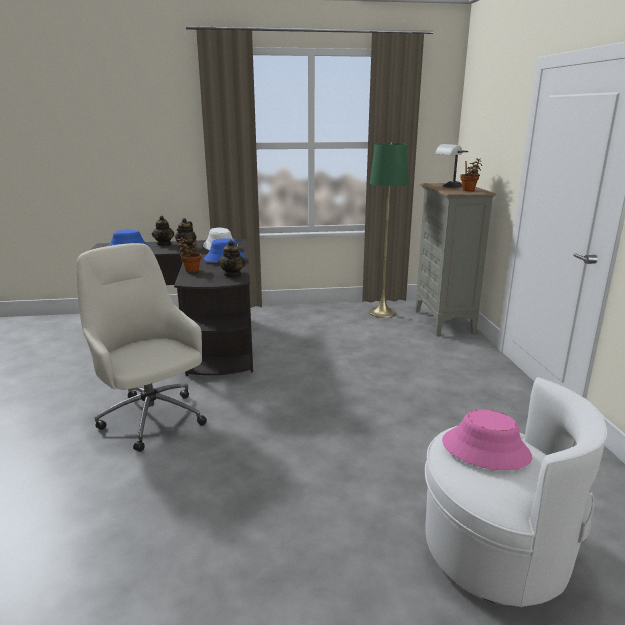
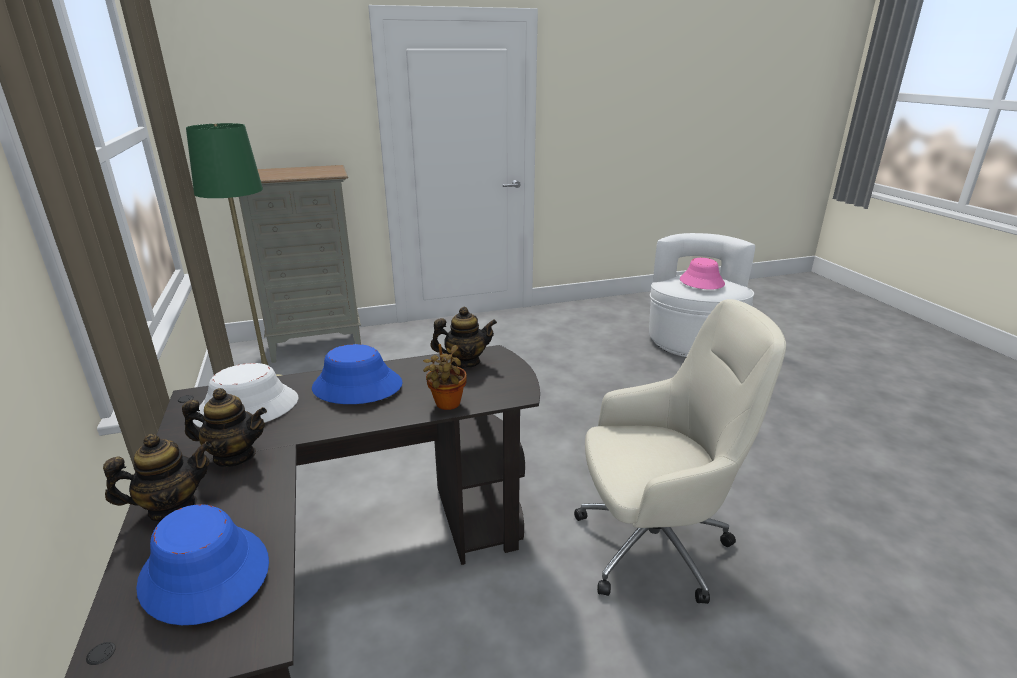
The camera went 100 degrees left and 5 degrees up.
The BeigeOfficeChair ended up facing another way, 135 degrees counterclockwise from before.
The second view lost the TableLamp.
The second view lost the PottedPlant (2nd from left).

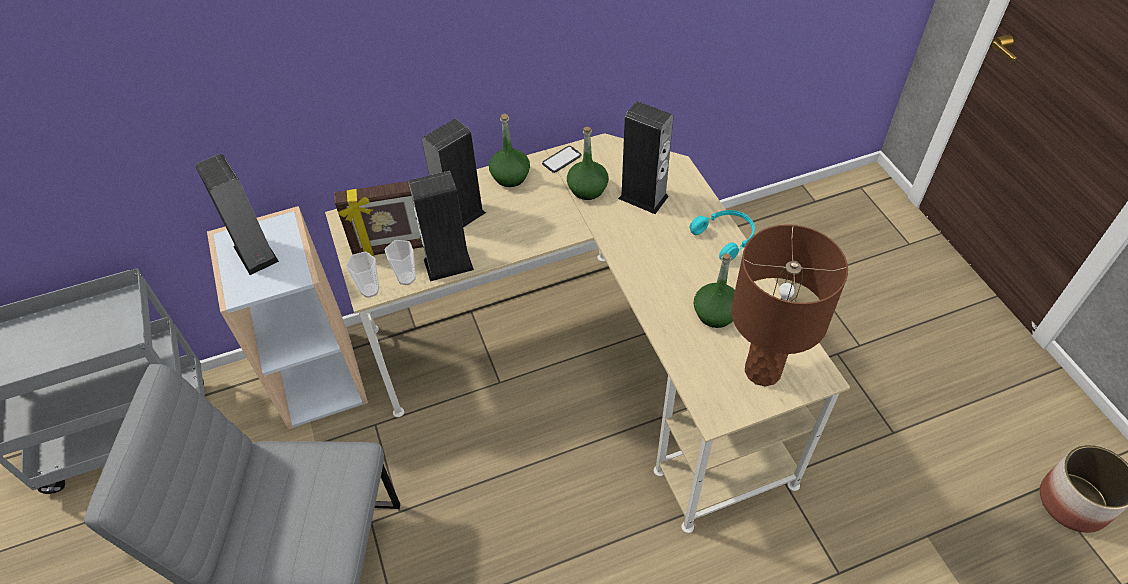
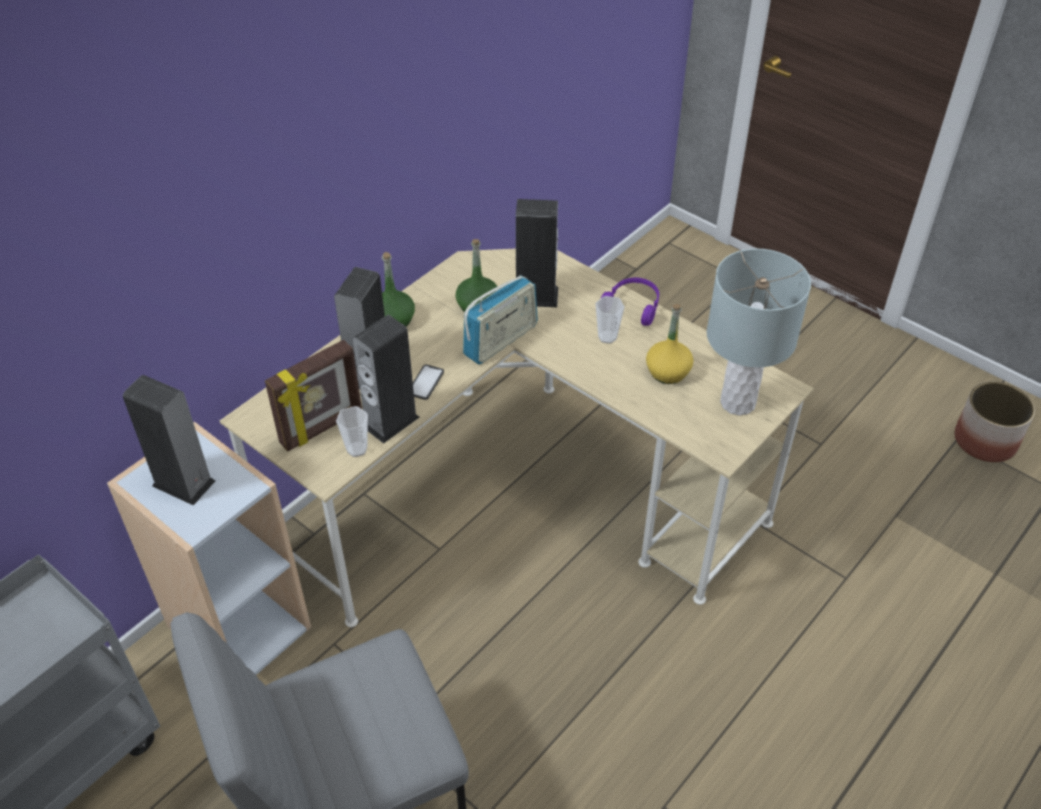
The camera went 30 degrees left and 5 degrees down.
The Cup (1st from left in the first image) ended up elsewhere.
The Phone ended up elsewhere.
What was the TurquoiseHeadphones turned into the PurpleHeadphones.
What was the GreenBottle (3rd from left) turned into the YellowBottle.
What was the BrownTableLamp turned into the GreyTableLamp.
The second view gained the Radio.

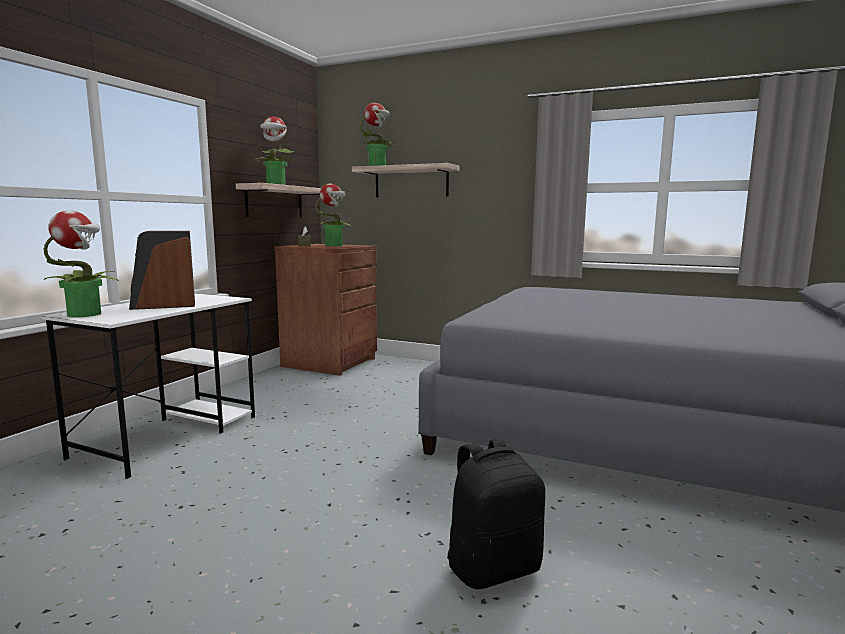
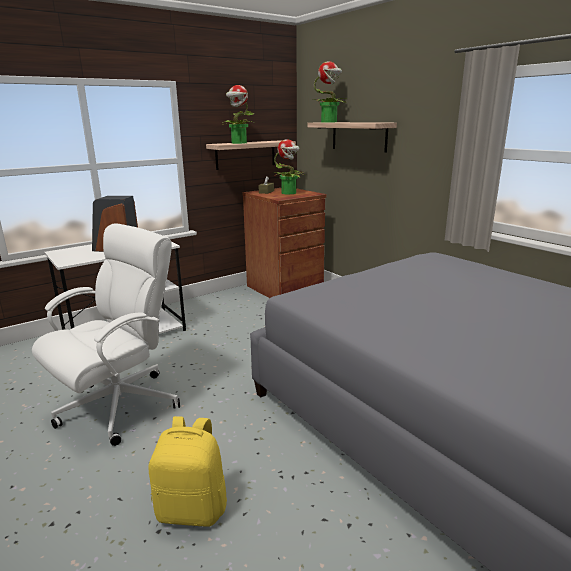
The camera went 30 degrees right and 10 degrees up.
The second view lost the PottedPlant (1st from left).
What was the BlackBackpack turned into the YellowBackpack.
The second view gained the WhiteOfficeChair.

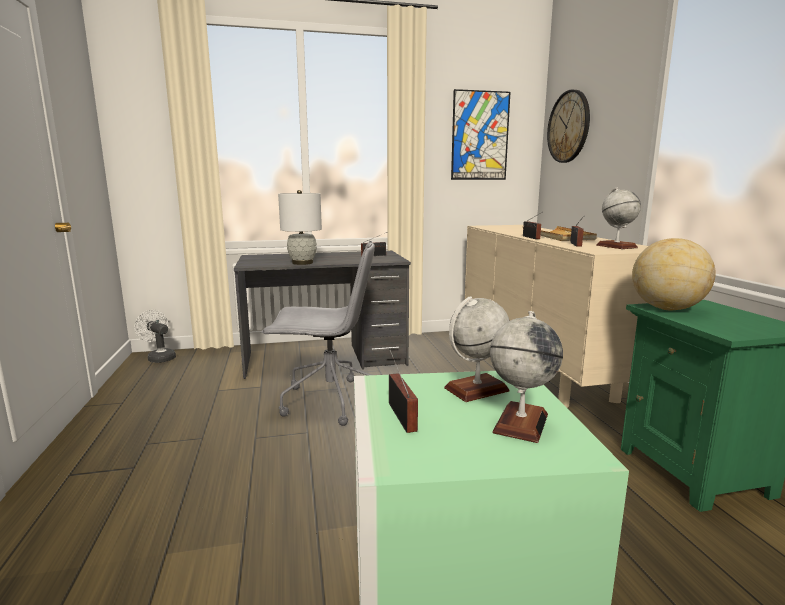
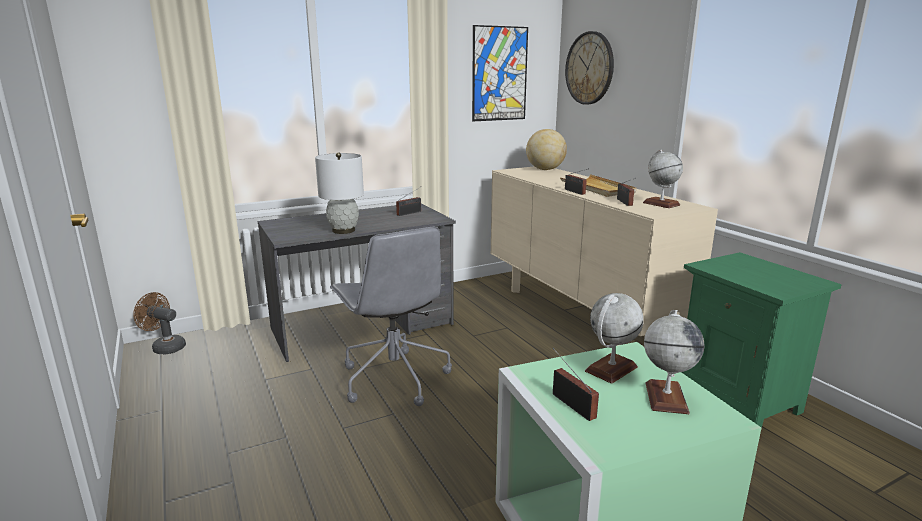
The camera went 15 degrees left and 5 degrees up.
What was the WhiteFan turned into the BrownFan.
The GreyOfficeChair ended up facing another way, 75 degrees clockwise from before.
The Globe (4th from left in the first image) ended up elsewhere.

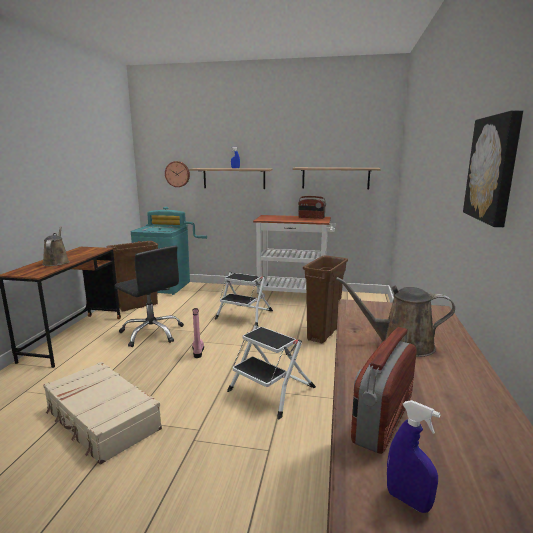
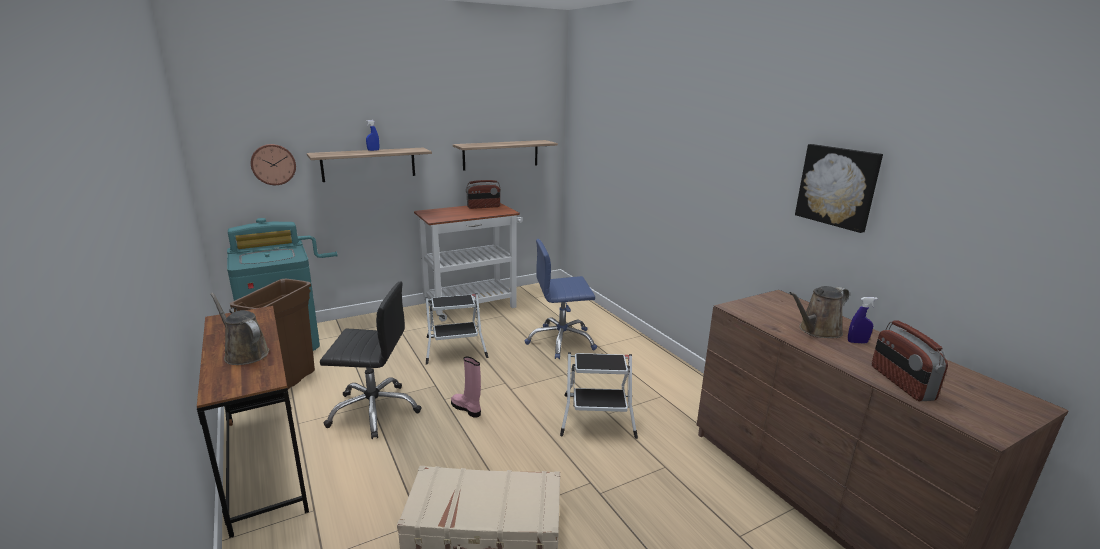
The camera went 40 degrees left and 5 degrees up.
Where the BrownTrashCan (2nd from left) stood, the BlueOfficeChair came to stand.
The BlueSprayBottle (2nd from left) ended up elsewhere.

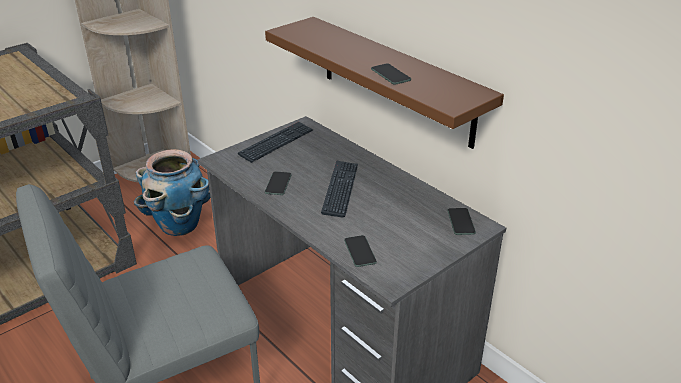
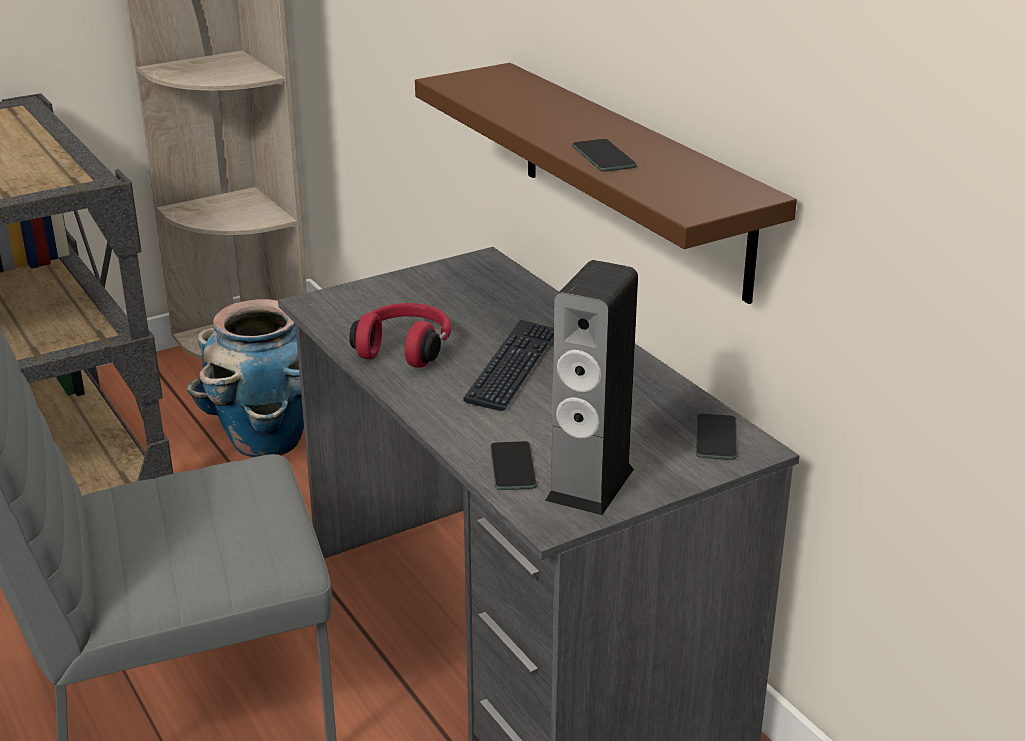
The camera went 10 degrees right and 5 degrees down.
The second view lost the Keyboard (1st from left).
Where the Phone (1st from left) stood, the RedHeadphones came to stand.
The second view gained the Speaker.

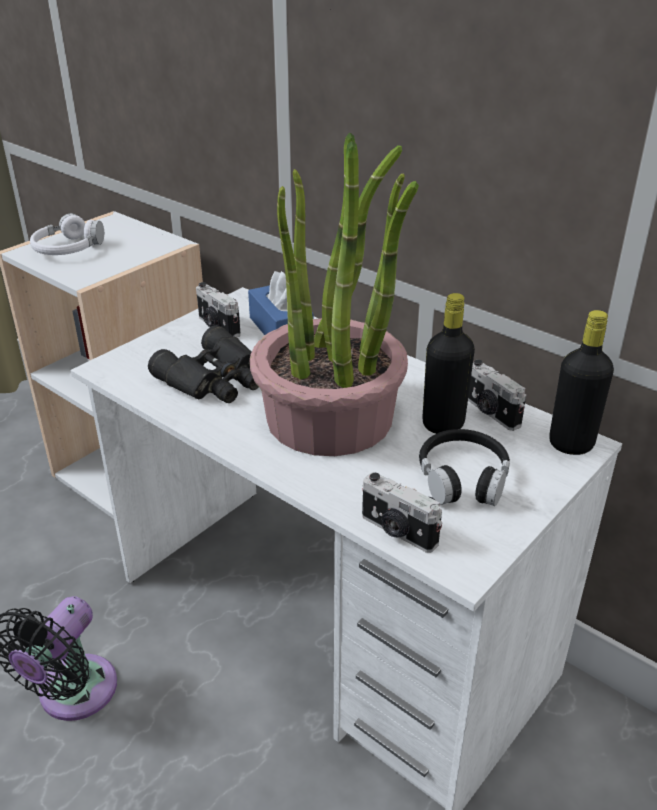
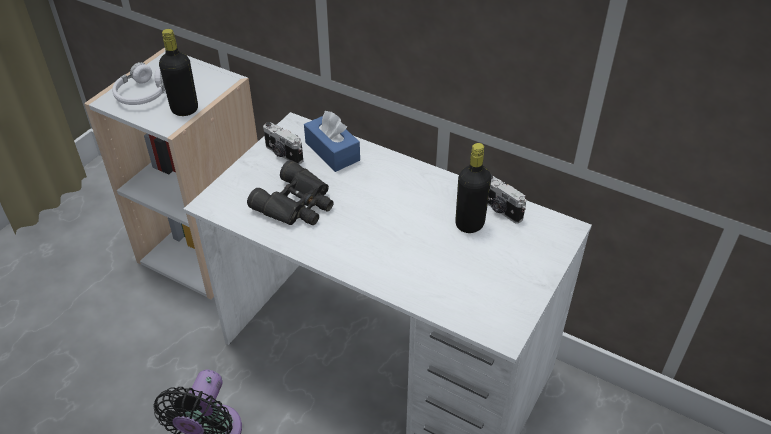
The camera went 10 degrees left and 10 degrees up.
The second view lost the PottedPlant.
The second view lost the PhotoCamera (2nd from left).
The second view lost the BlackHeadphones.
The BlackBottle (2nd from left in the first image) ended up elsewhere.

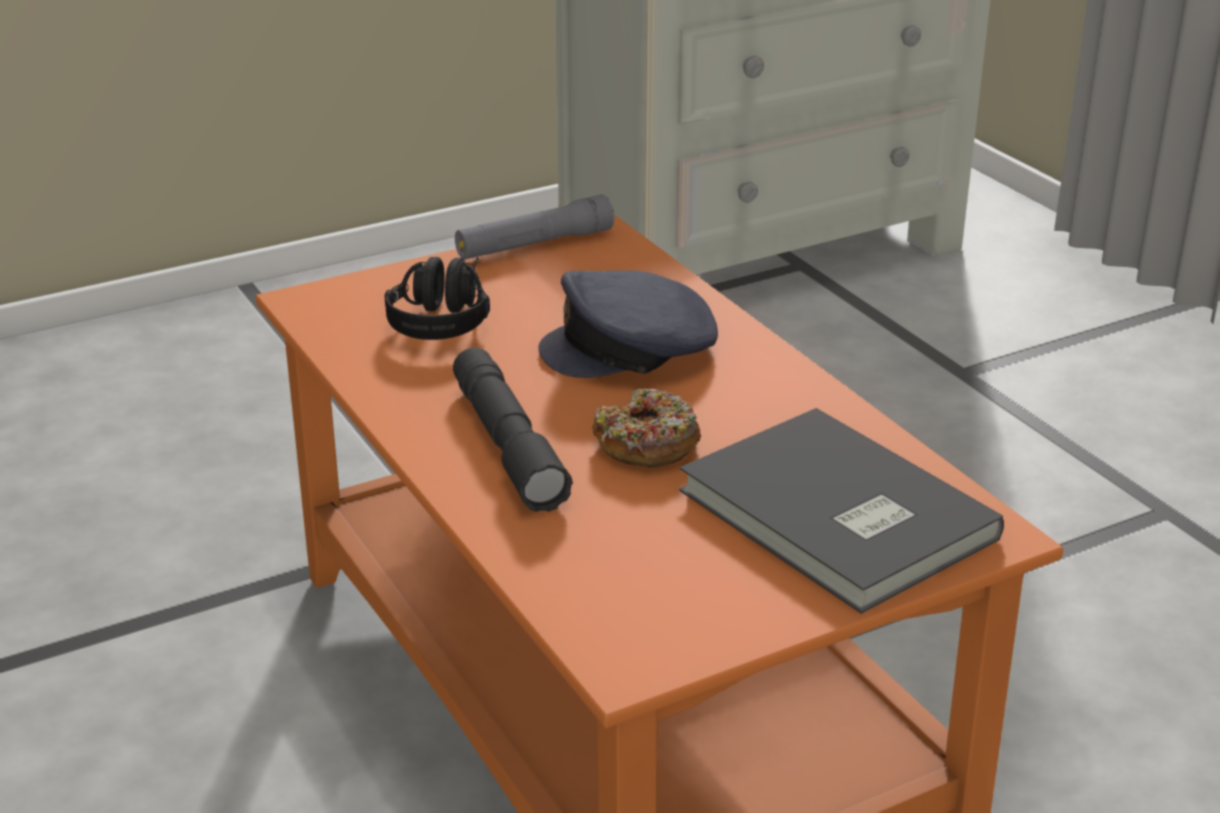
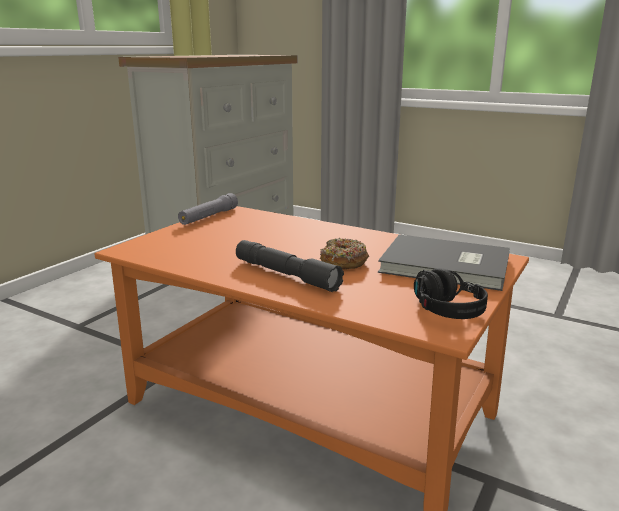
The camera went 30 degrees left and 10 degrees down.
The BlackHeadphones ended up elsewhere.
The second view lost the GreyCap.

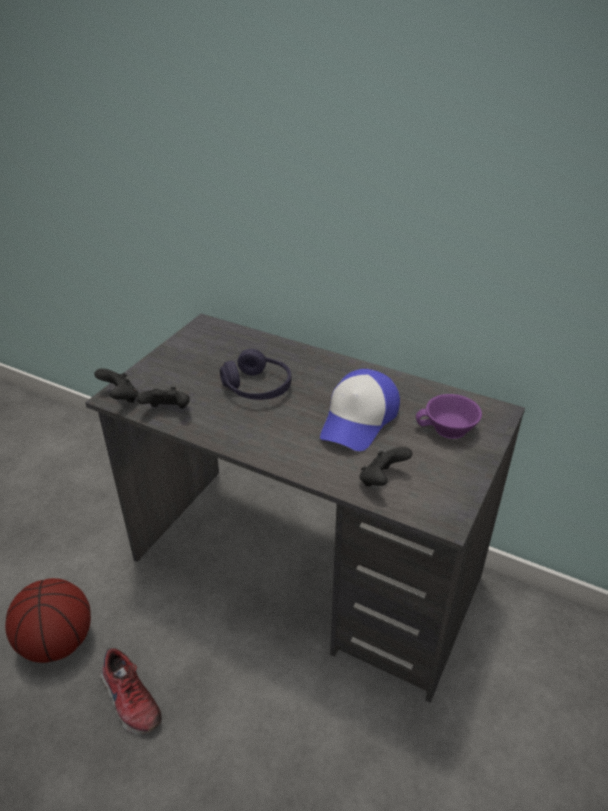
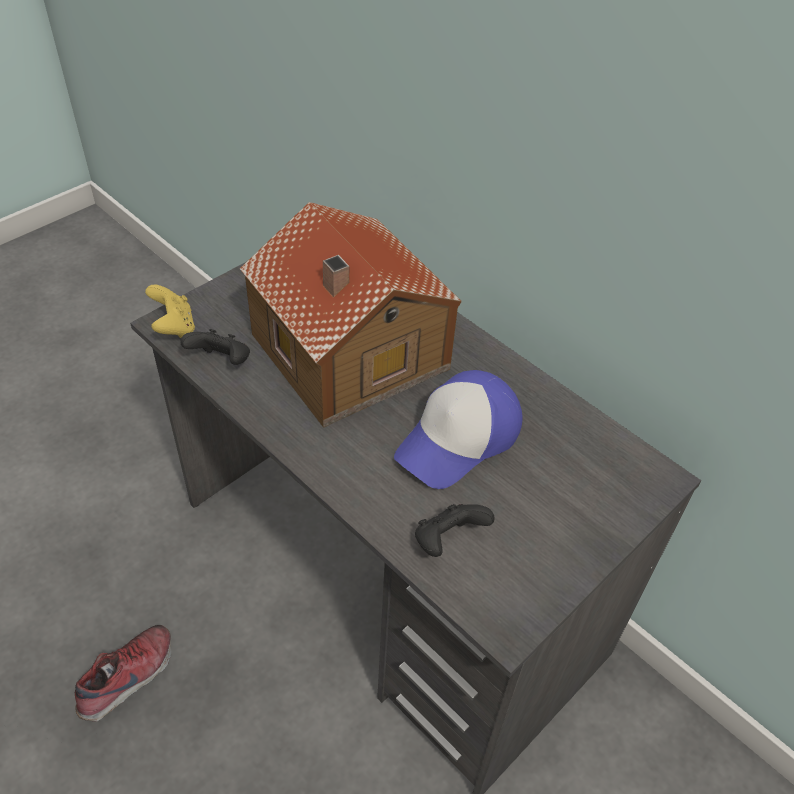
The camera went 15 degrees right and 10 degrees up.
The second view lost the Basketball.
What was the BlackGameController (1st from left) turned into the YellowGameController.
The Shoe ended up facing another way, 120 degrees counterclockwise from before.
Where the PurpleHeadphones stood, the ToyHouse came to stand.
The second view lost the PurpleCup.

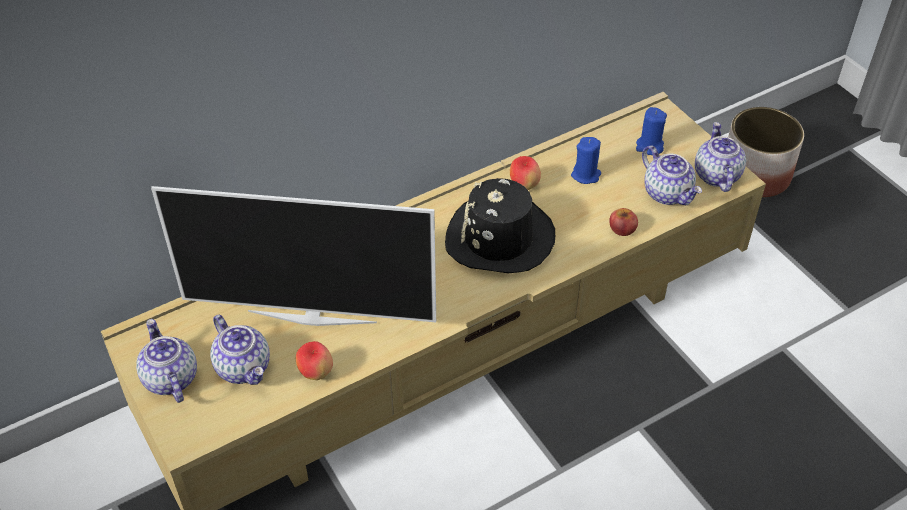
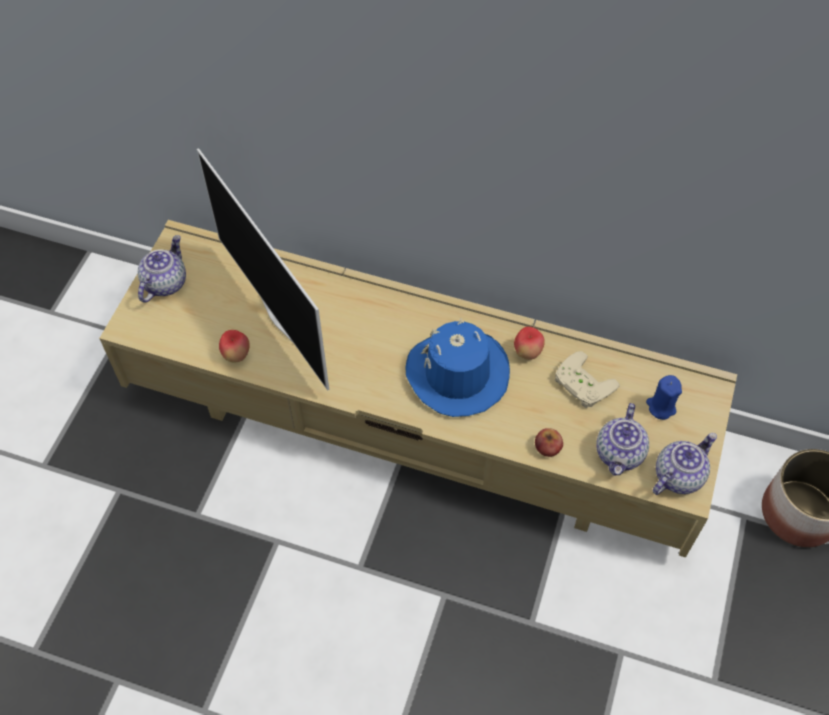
The camera went 50 degrees right and 10 degrees up.
The second view lost the Teapot (2nd from left).
What was the BlackHat turned into the BlueHat.
Where the BlueCandle (1st from left) stood, the BeigeGameController came to stand.

